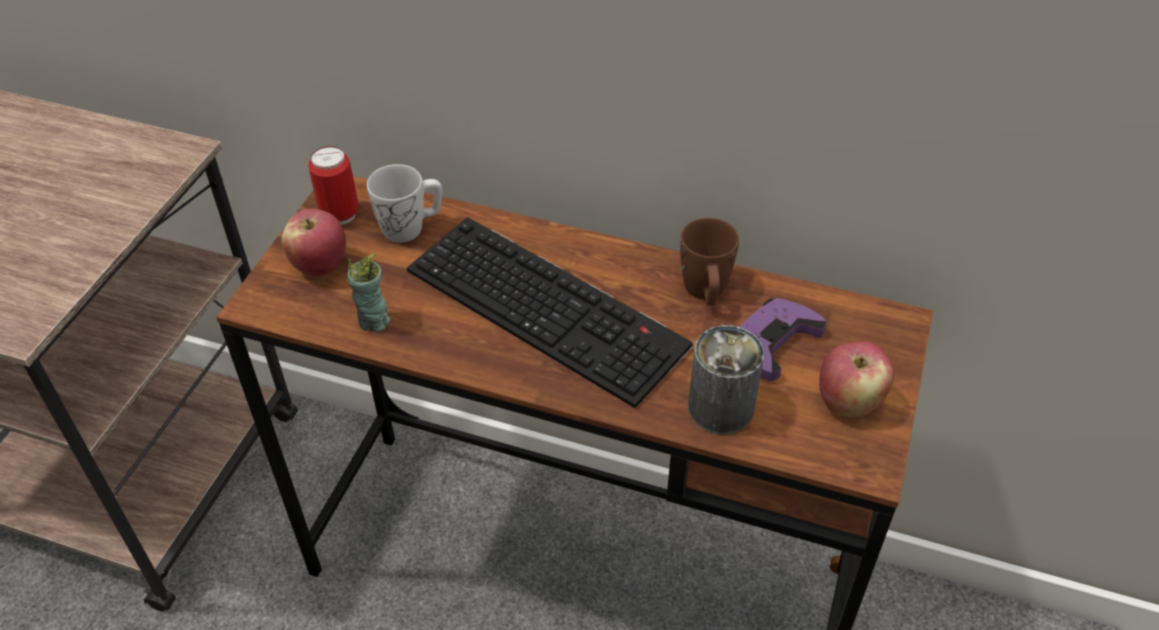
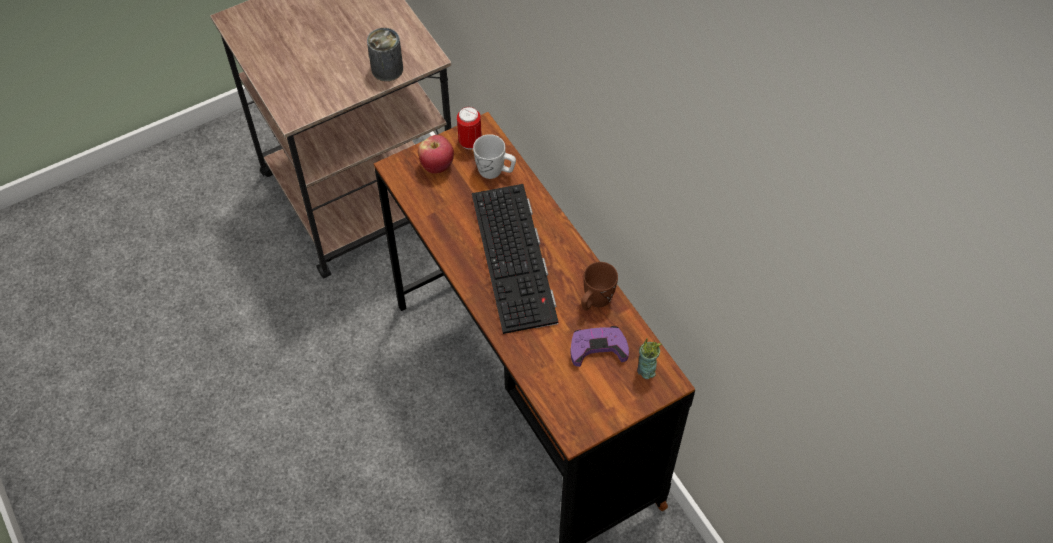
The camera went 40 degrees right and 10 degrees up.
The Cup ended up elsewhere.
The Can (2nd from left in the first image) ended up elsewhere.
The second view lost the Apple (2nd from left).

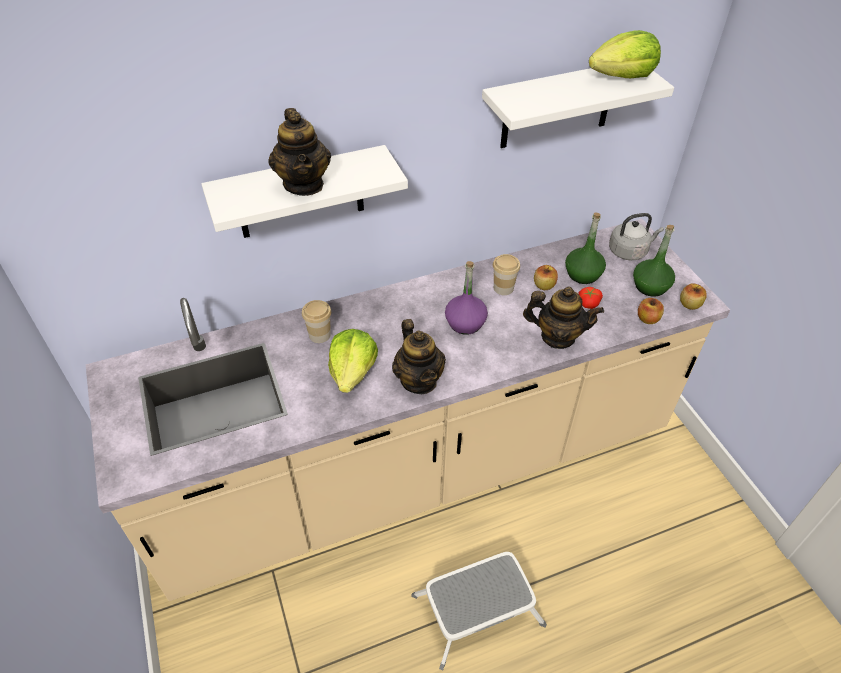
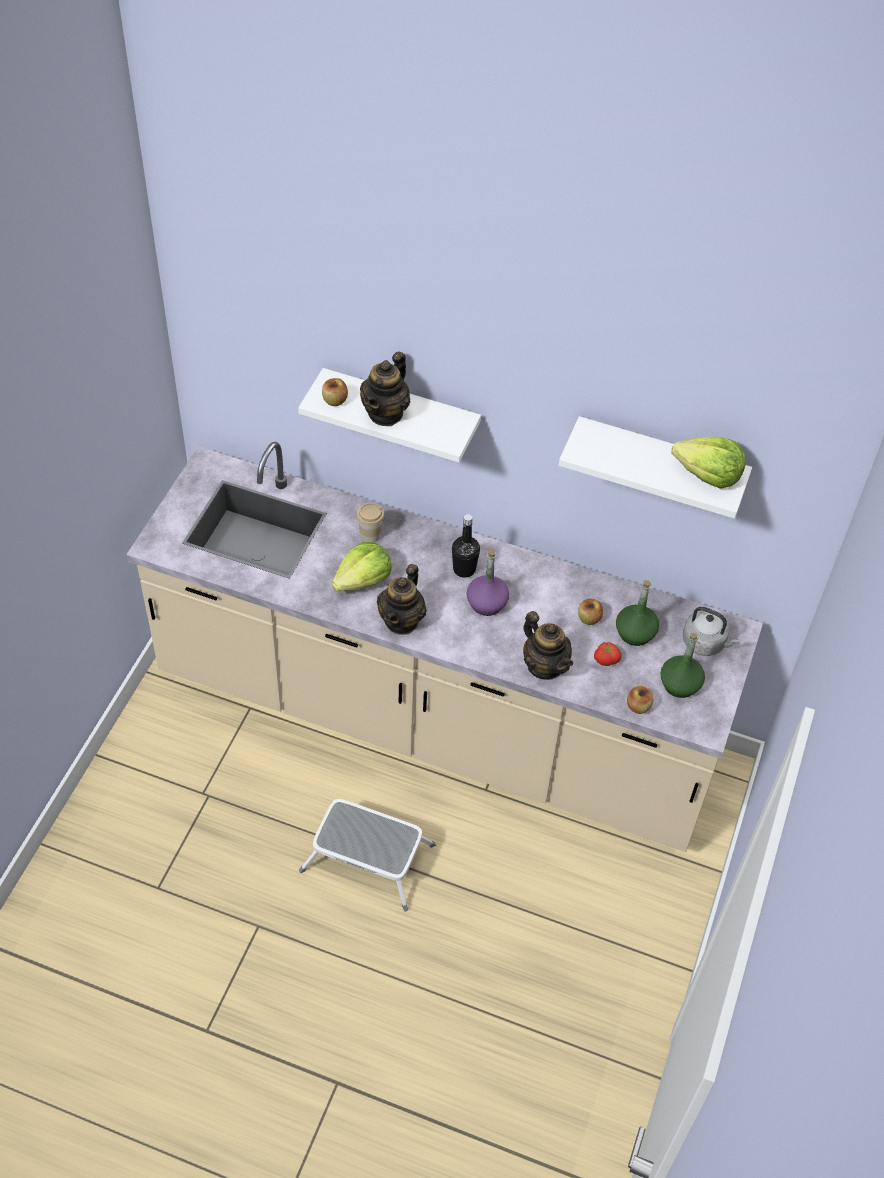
The camera went 40 degrees right and 5 degrees up.
The second view lost the Cup (2nd from left).
The Apple (3rd from left in the first image) ended up elsewhere.
The second view gained the BlackBottle.

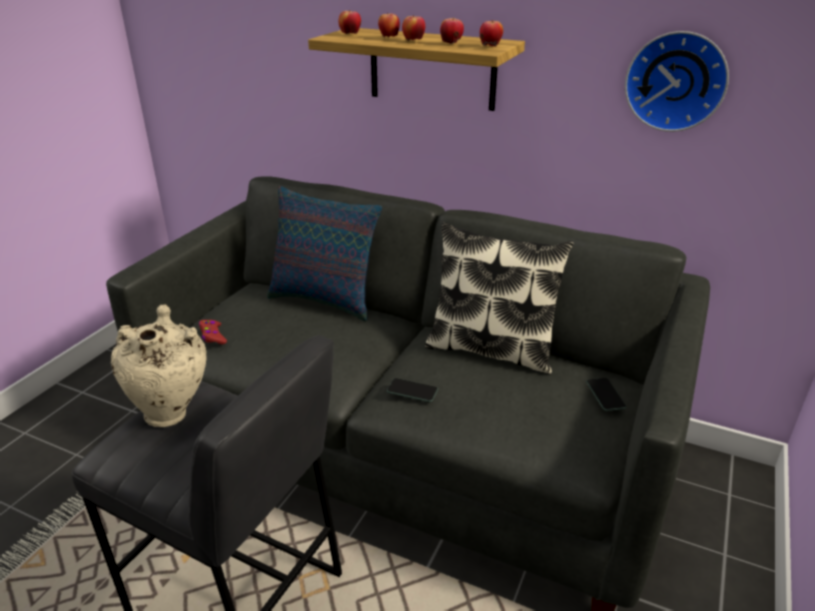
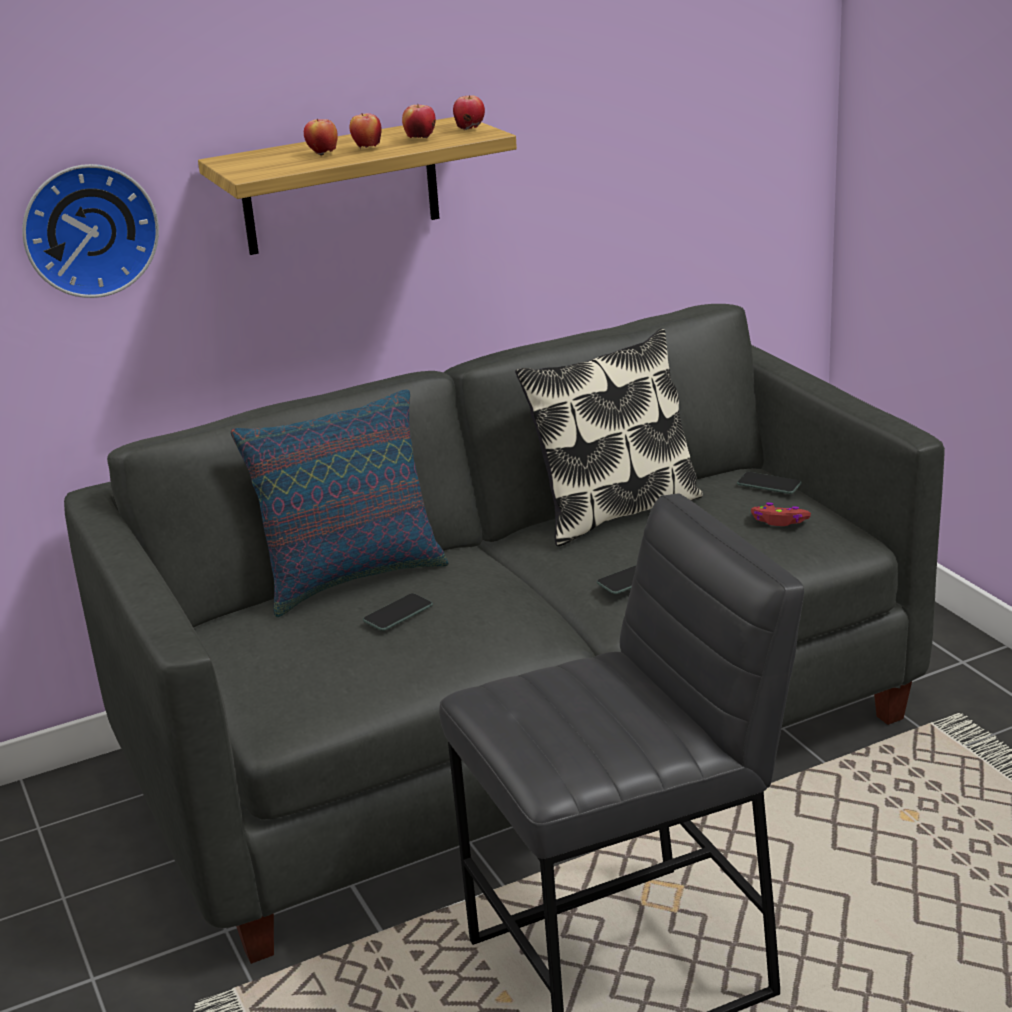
The camera went 50 degrees left and 5 degrees down.
The second view lost the BeigeVase.
The RedGameController ended up elsewhere.
The second view lost the Apple (1st from left).
The WallClock ended up elsewhere.
The second view gained the Phone (1st from left).

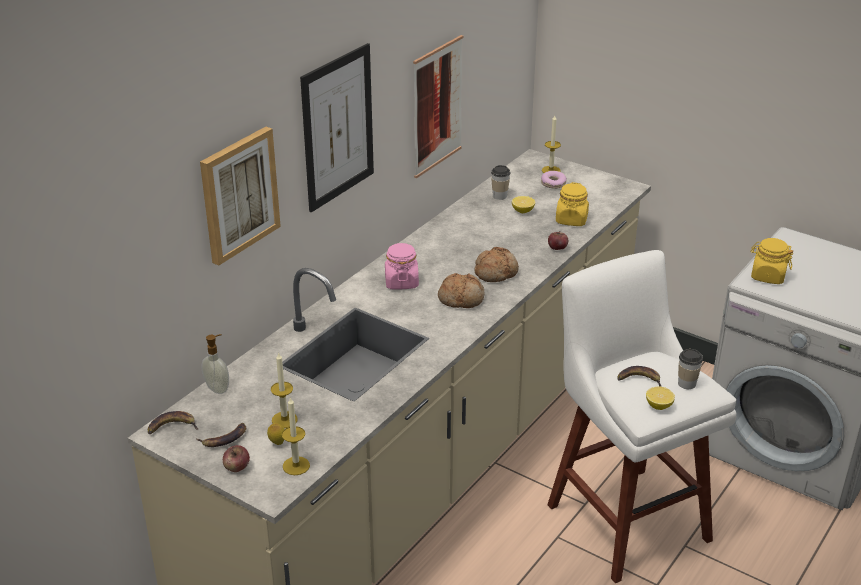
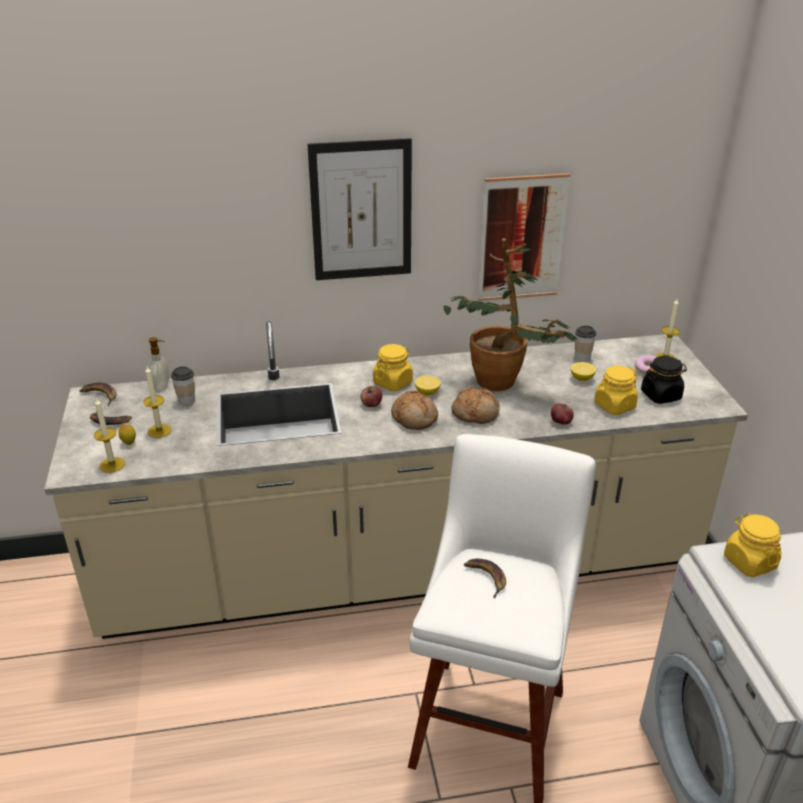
The camera went 45 degrees right and 0 degrees up.
The second view lost the Picture (1st from left).
The Apple (1st from left) ended up elsewhere.
What was the PinkJar turned into the YellowJar (1st from left).
The Lemon (3rd from left in the first image) ended up elsewhere.
The Cup (2nd from left in the first image) ended up elsewhere.
The second view gained the PottedPlant.
The second view gained the BlackJar.

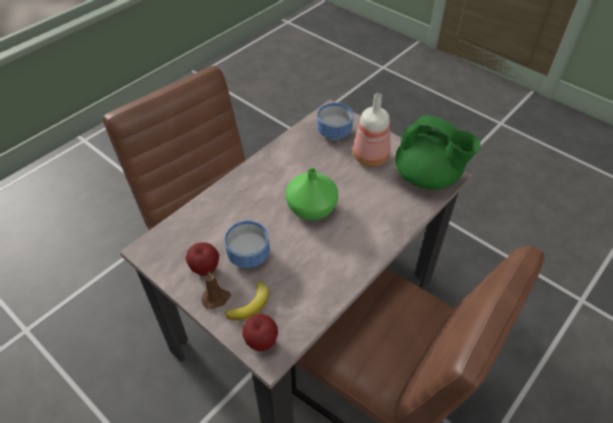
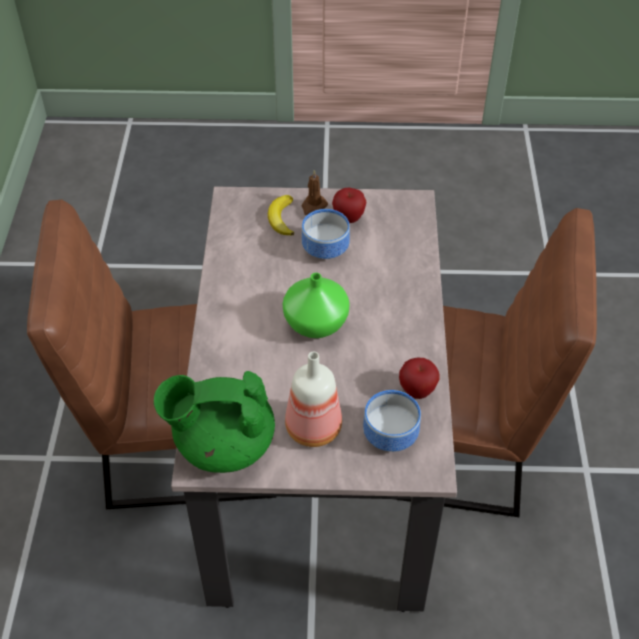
The camera went 140 degrees right and 0 degrees up.
The Apple (2nd from left) ended up elsewhere.

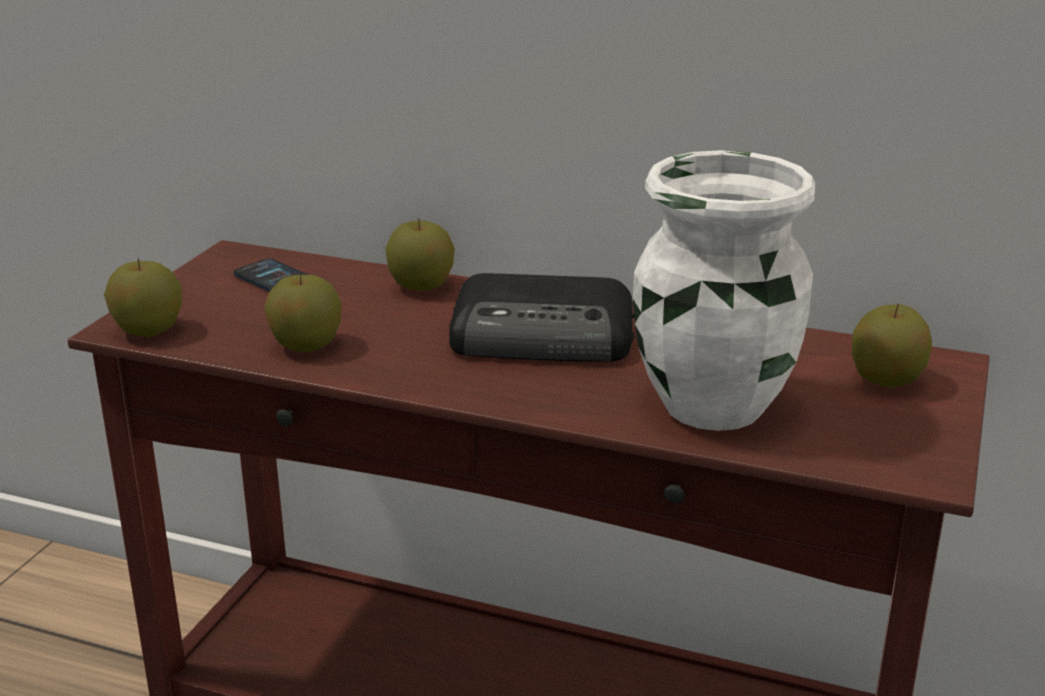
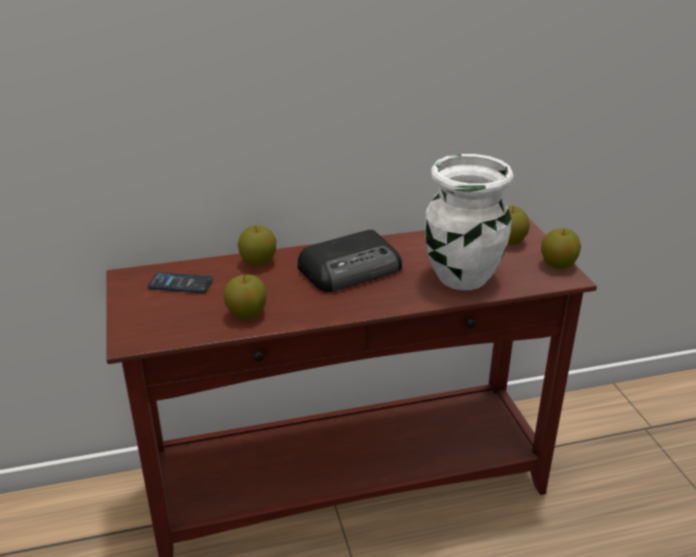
The camera went 35 degrees left and 5 degrees up.
The Apple (1st from left in the first image) ended up elsewhere.

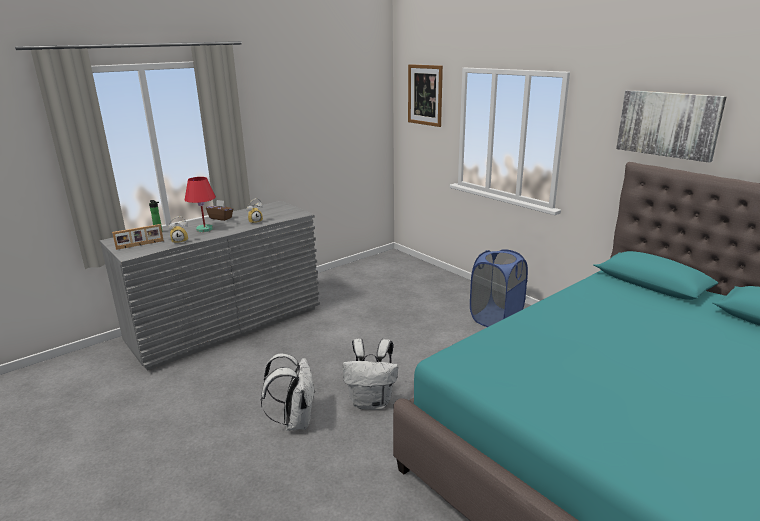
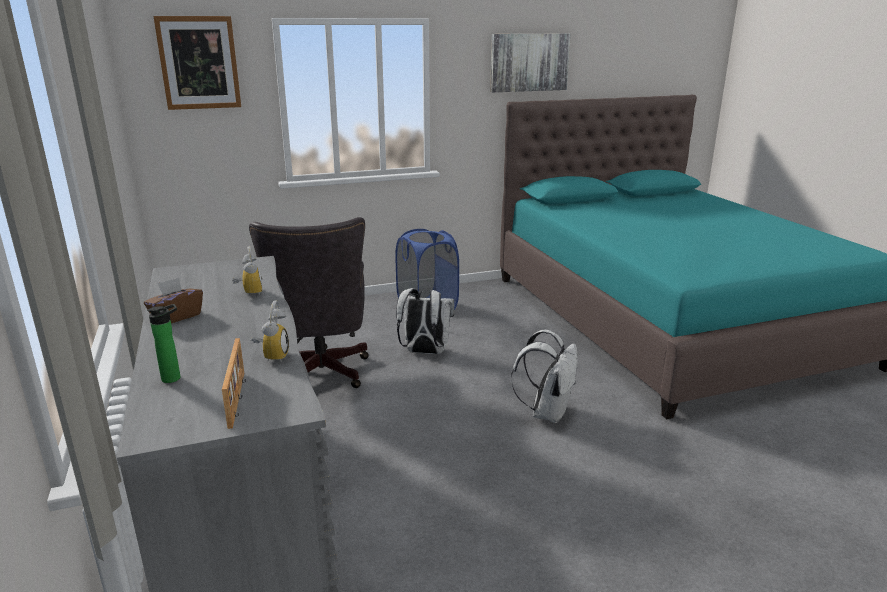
The camera went 70 degrees left and 0 degrees up.
The second view lost the RedTableLamp.
The WhiteBackpack (1st from left) ended up elsewhere.
The second view gained the GreyOfficeChair.

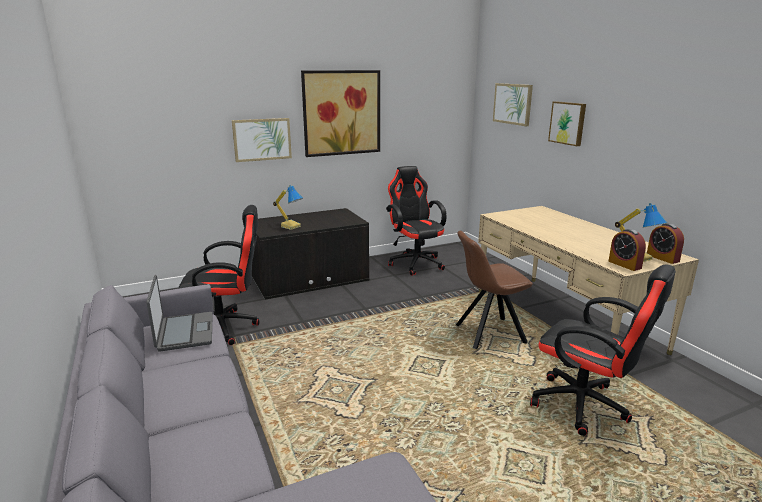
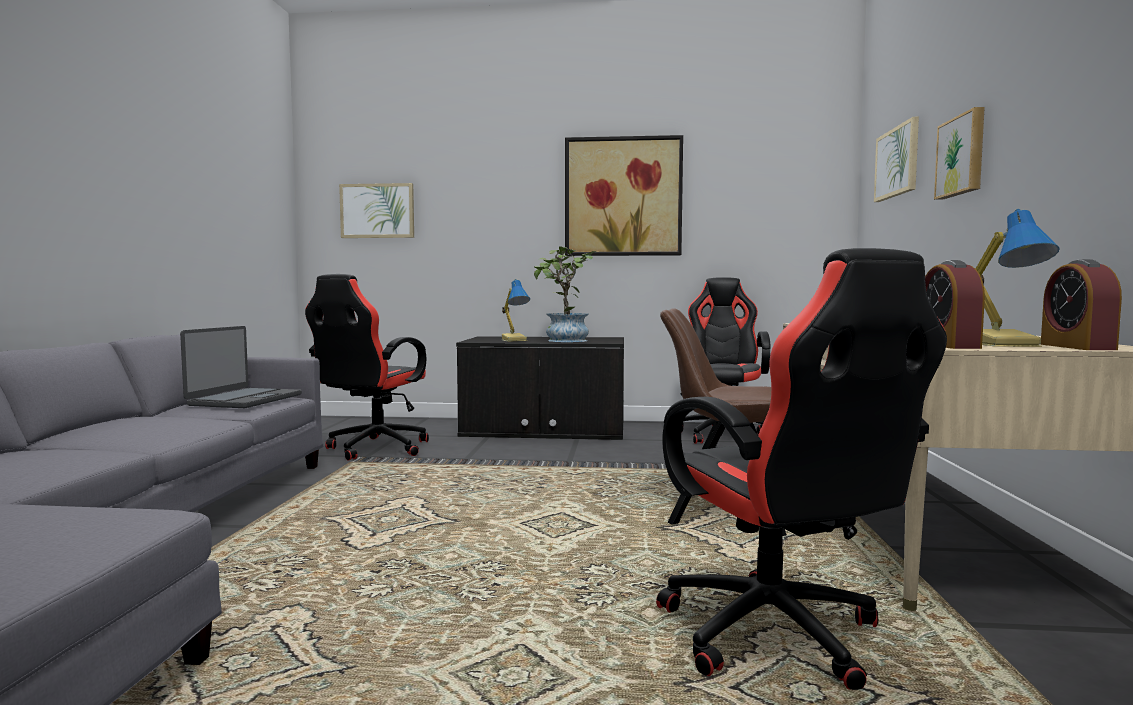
The camera went 30 degrees right and 15 degrees down.
The BlackOfficeChair (1st from left) ended up facing another way, 90 degrees clockwise from before.
The Picture (1st from left) ended up elsewhere.
The second view gained the PottedPlant.

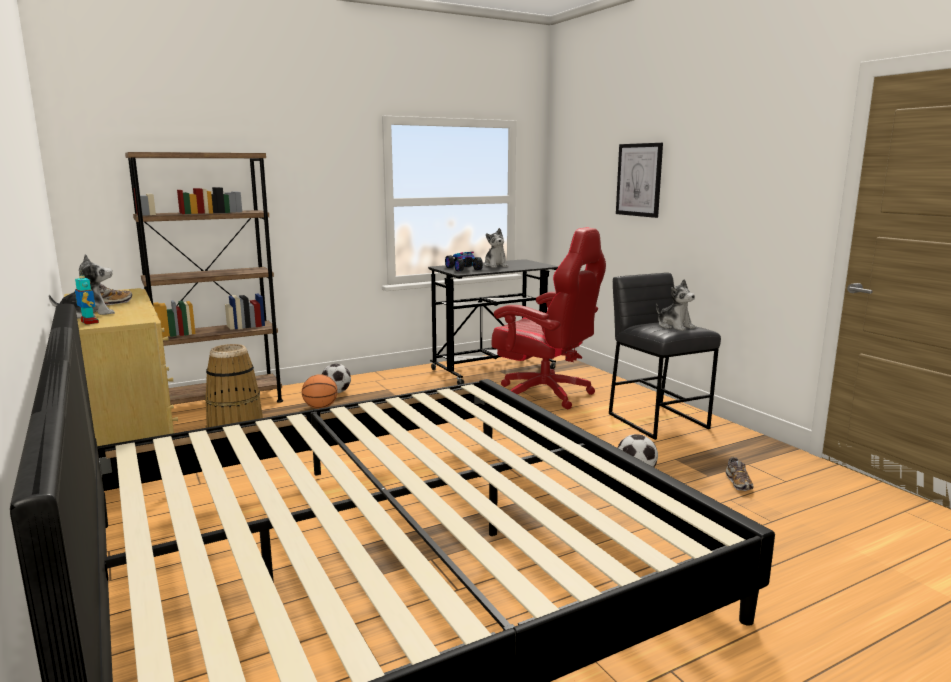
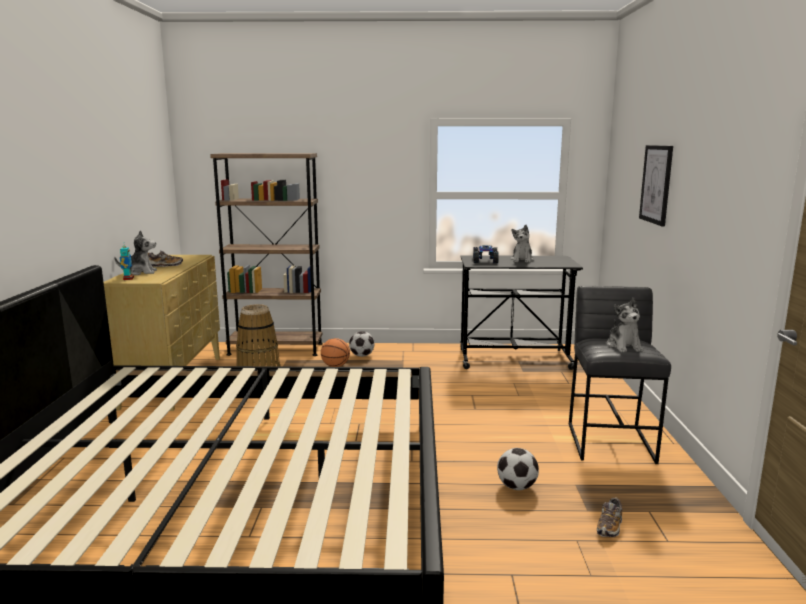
The camera went 30 degrees right and 0 degrees up.
The second view lost the RedOfficeChair.

